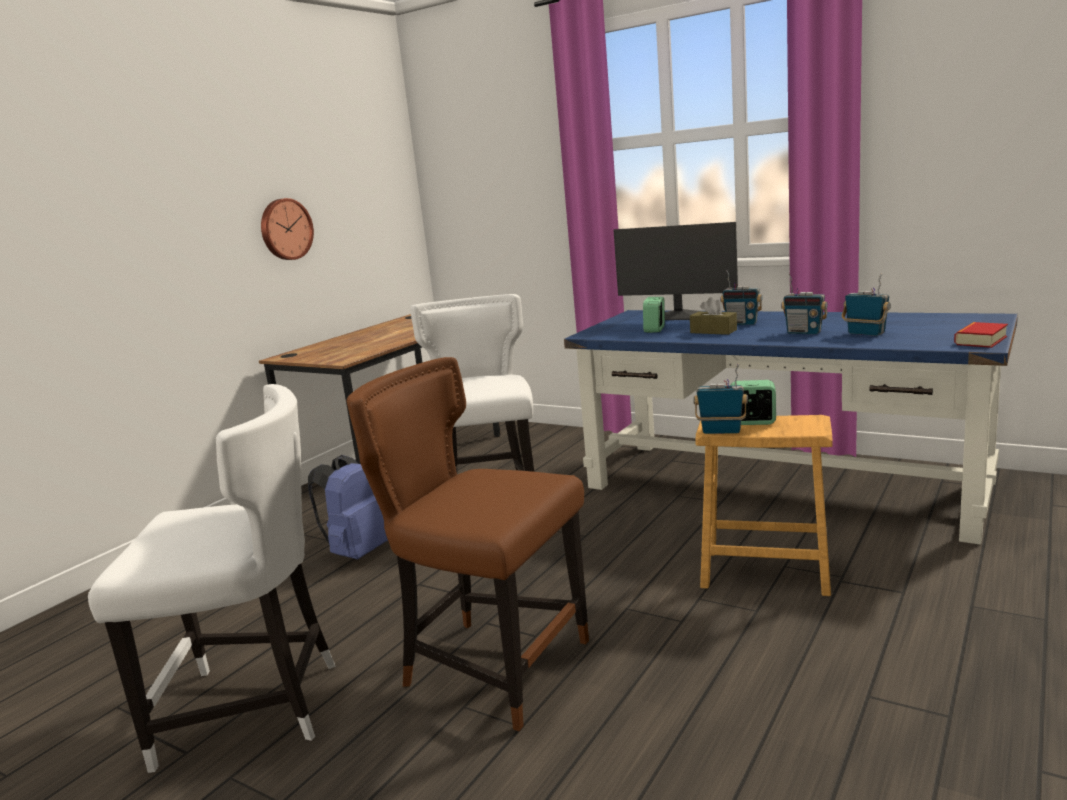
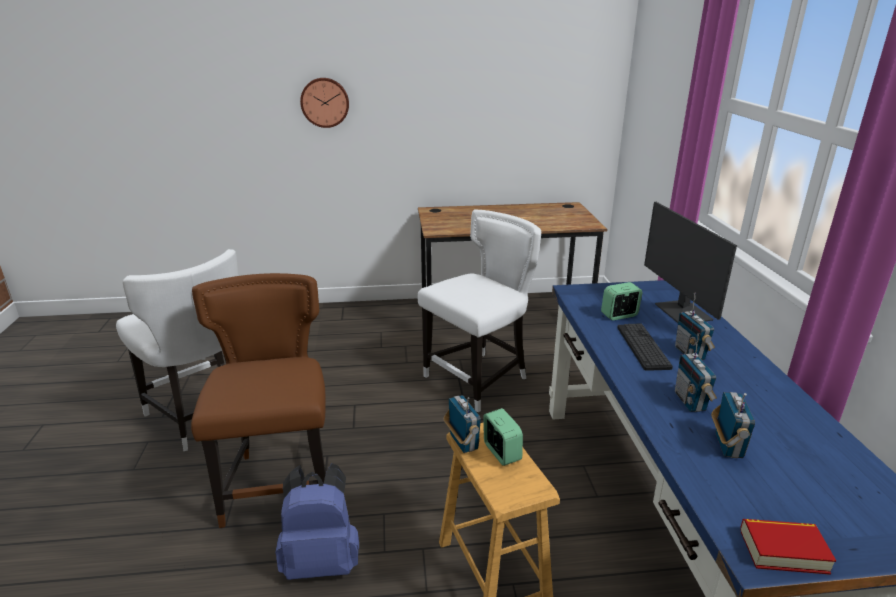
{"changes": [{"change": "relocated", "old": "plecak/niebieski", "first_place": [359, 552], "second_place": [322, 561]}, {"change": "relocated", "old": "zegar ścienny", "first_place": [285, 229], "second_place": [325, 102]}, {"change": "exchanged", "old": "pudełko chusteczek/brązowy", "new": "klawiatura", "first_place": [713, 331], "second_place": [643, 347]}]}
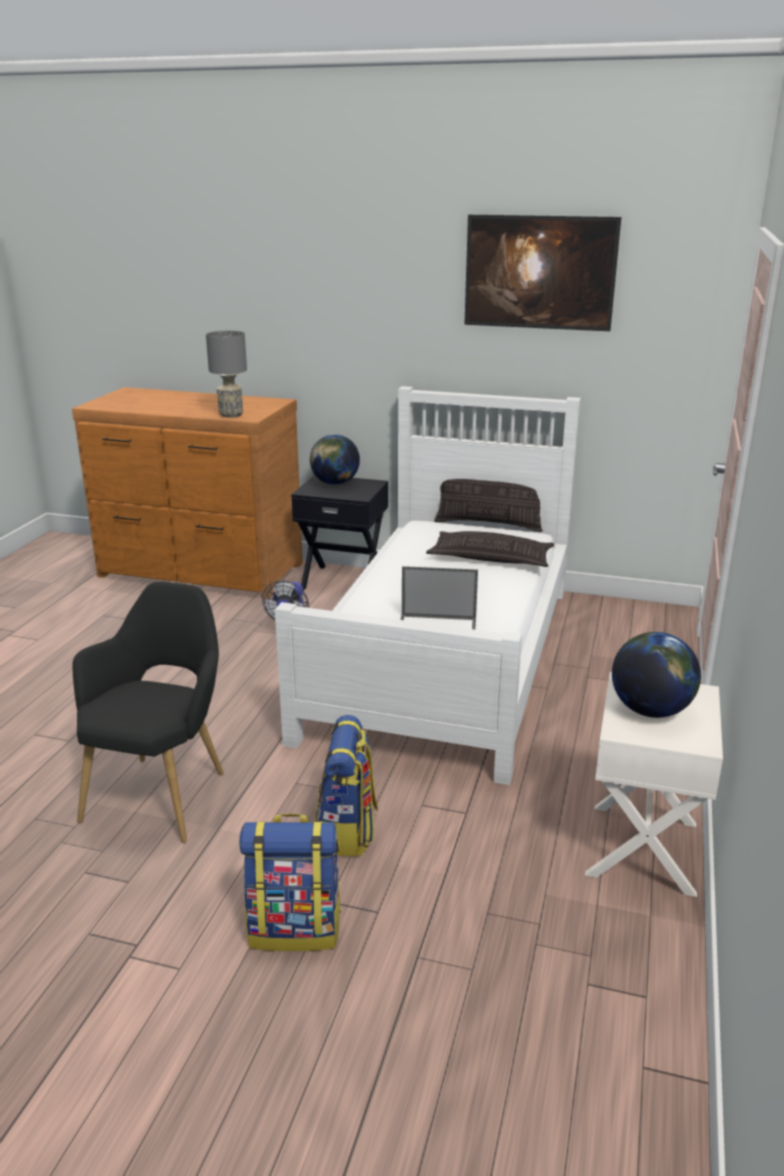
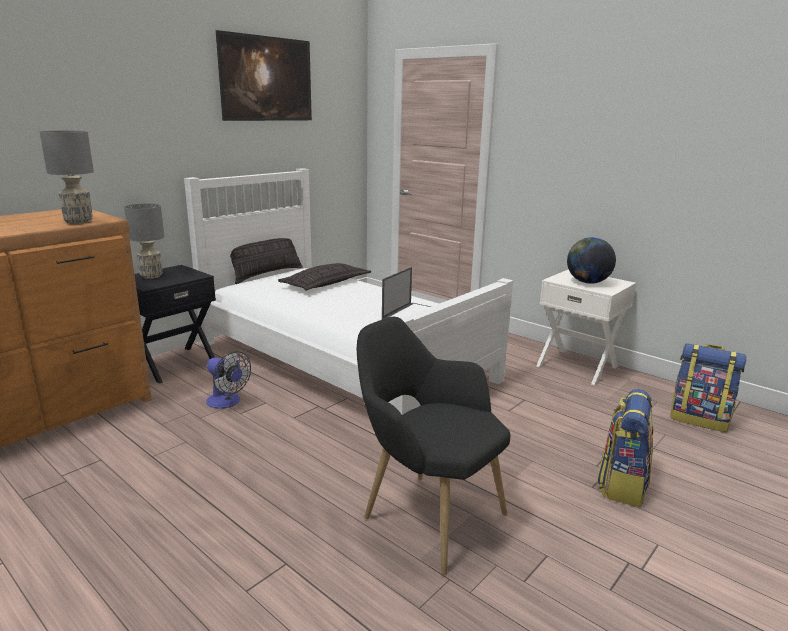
{"changes": [{"change": "exchanged", "old": "globus", "new": "lampa stołowa/szary", "first_place": [335, 483], "second_place": [151, 276]}, {"change": "relocated", "old": "plecak", "first_place": [347, 831], "second_place": [699, 419]}]}
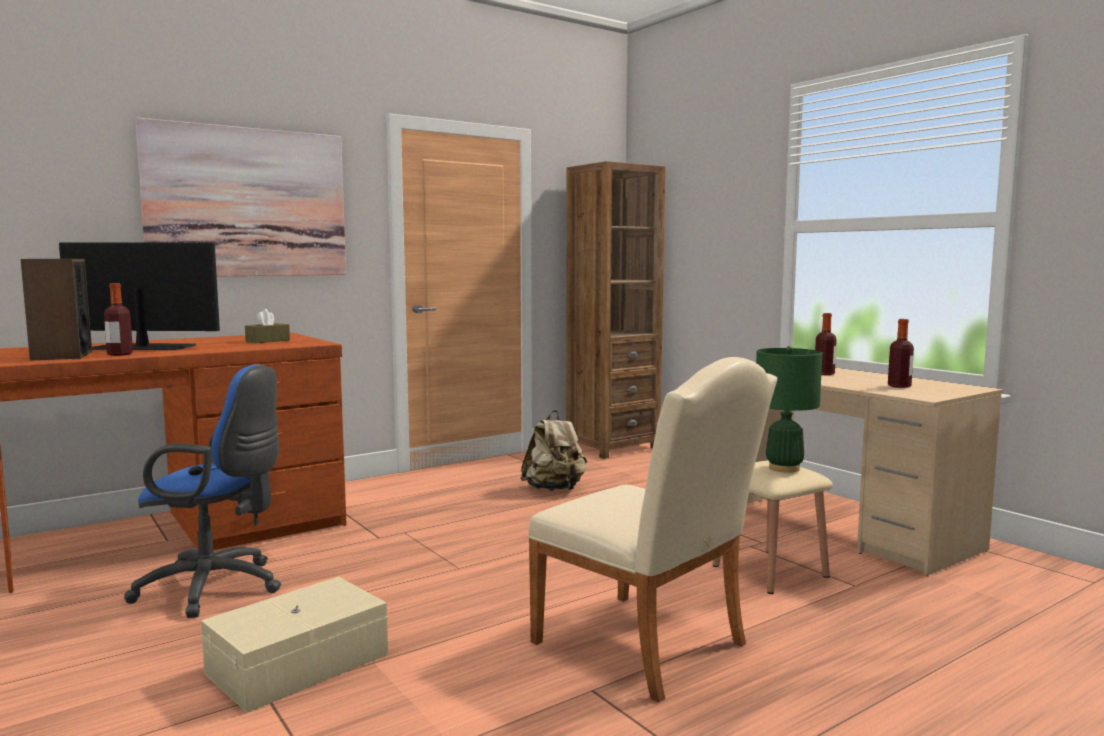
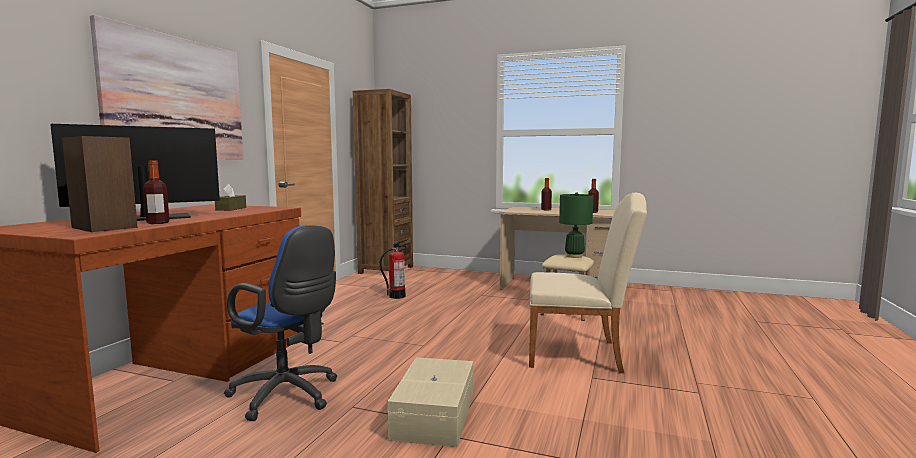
{"changes": [{"change": "spun", "old": "krzesło biurowe/niebieski", "first_place": [217, 588], "second_place": [288, 396], "degrees": 60}, {"change": "exchanged", "old": "plecak/beżowy", "new": "gaśnica", "first_place": [554, 489], "second_place": [397, 296]}]}
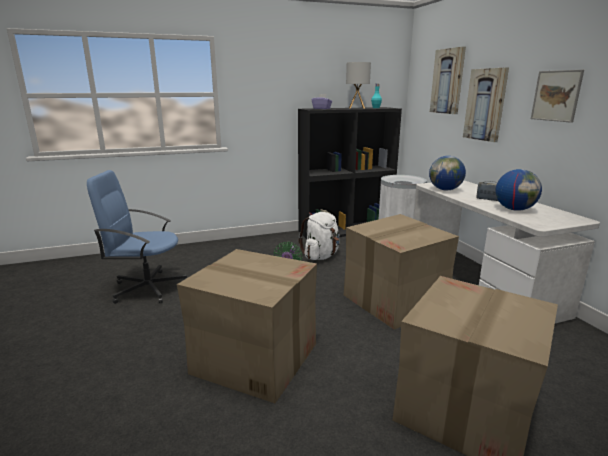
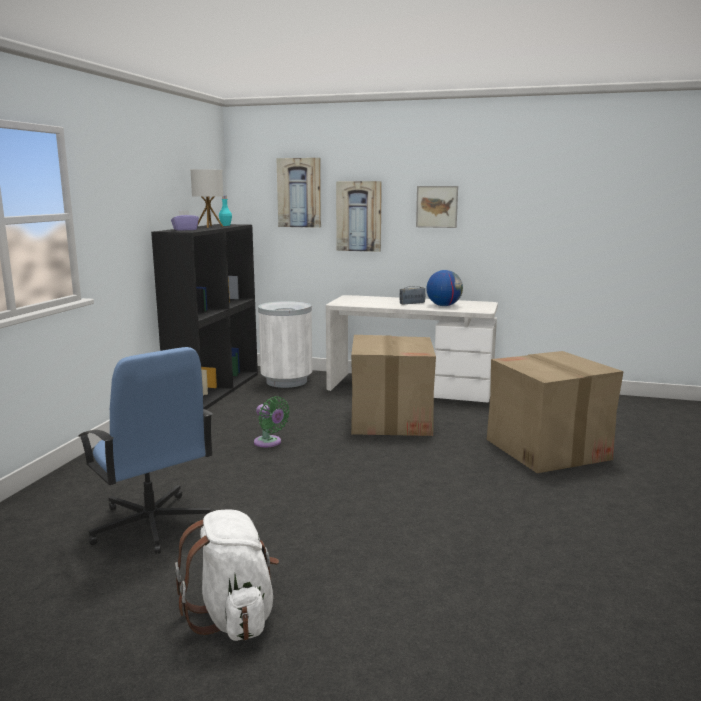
{"changes": [{"change": "spun", "old": "krzesło biurowe/niebieski", "first_place": [147, 288], "second_place": [151, 525], "degrees": -75}, {"change": "relocated", "old": "plecak/biały", "first_place": [321, 256], "second_place": [234, 616]}, {"change": "missing", "old": "karton", "first_place": [254, 358]}, {"change": "missing", "old": "globus", "first_place": [445, 190]}]}
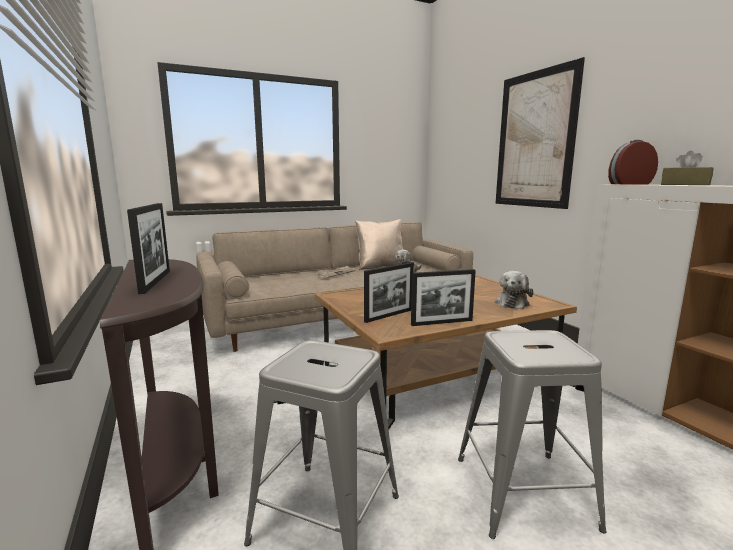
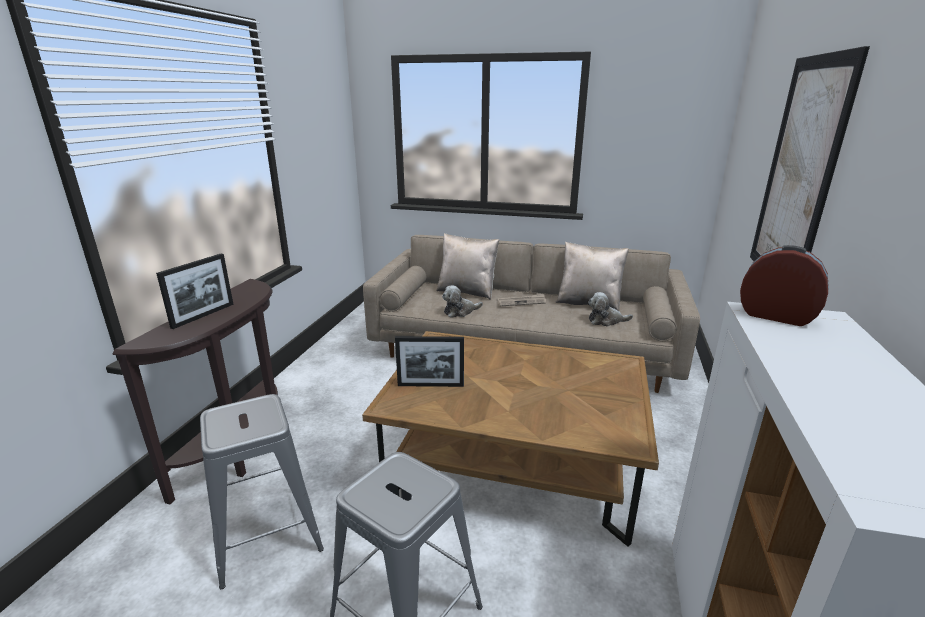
{"changes": [{"change": "appeared", "new": "poduszka/beżowy", "second_place": [467, 291]}, {"change": "relocated", "old": "pluszak", "first_place": [512, 303], "second_place": [460, 312]}, {"change": "missing", "old": "ramka na zdjęcie", "first_place": [442, 322]}, {"change": "missing", "old": "pudełko chusteczek/brązowy", "first_place": [685, 184]}]}
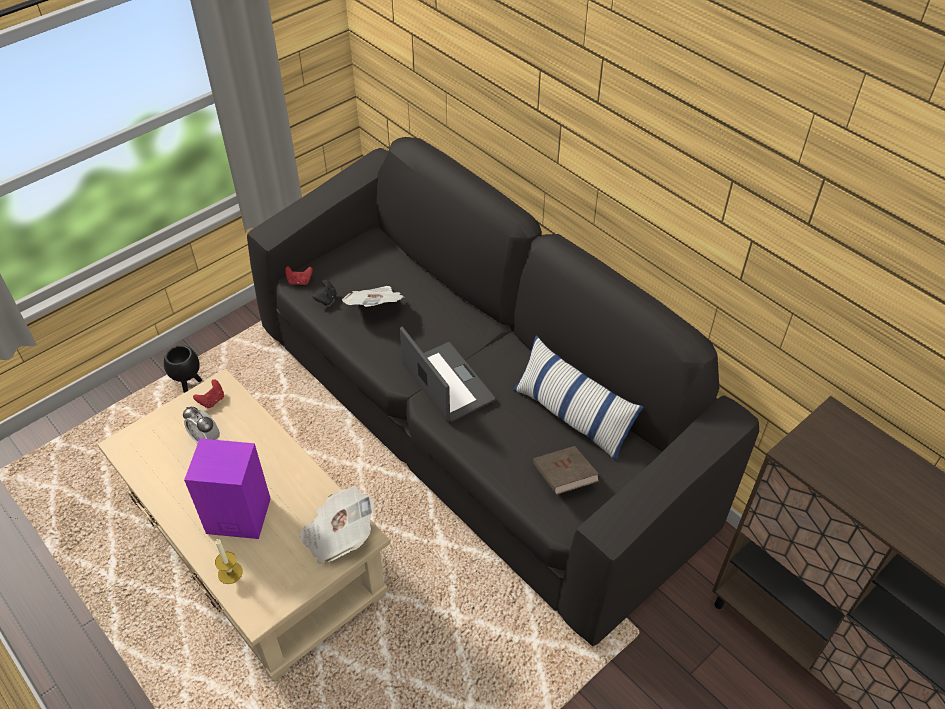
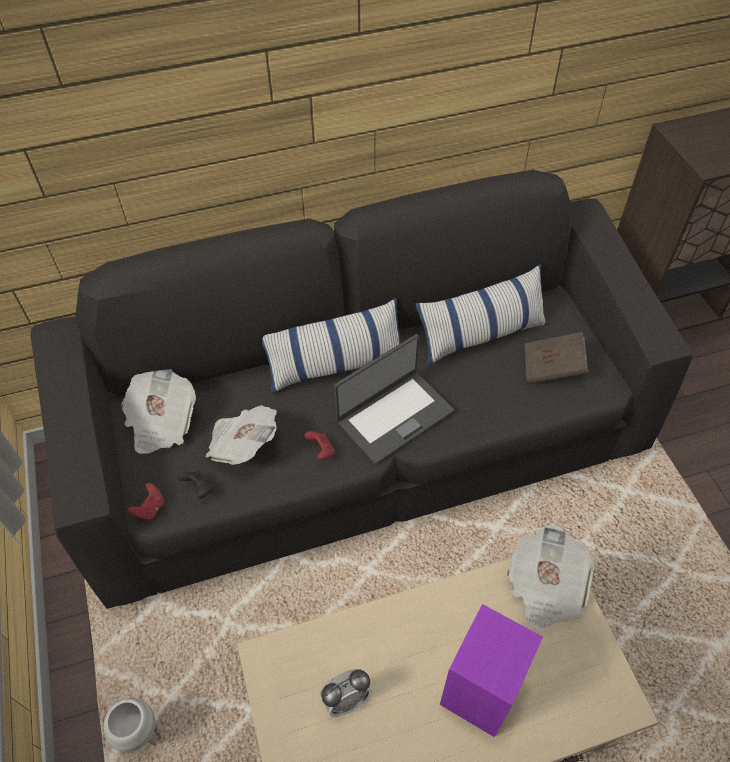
{"changes": [{"change": "colour", "old": "donica/czarny", "new": "donica/biały", "first_place": [189, 385], "second_place": [140, 735]}, {"change": "appeared", "new": "gazeta", "second_place": [161, 422]}, {"change": "appeared", "new": "poduszka", "second_place": [335, 365]}, {"change": "relocated", "old": "pad do gier/czerwony", "first_place": [212, 401], "second_place": [321, 451]}, {"change": "spun", "old": "laptop", "first_place": [447, 383], "second_place": [394, 415], "degrees": 150}, {"change": "missing", "old": "świeca", "first_place": [230, 573]}]}
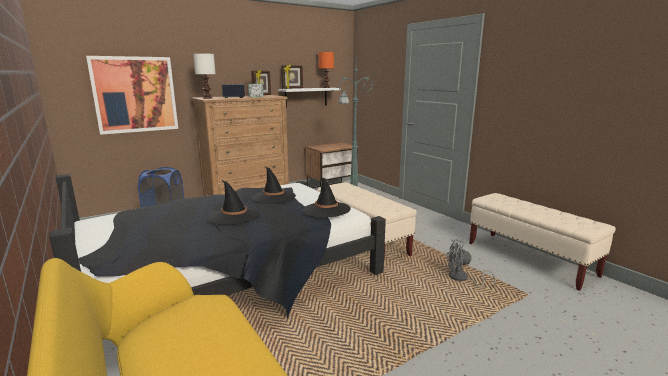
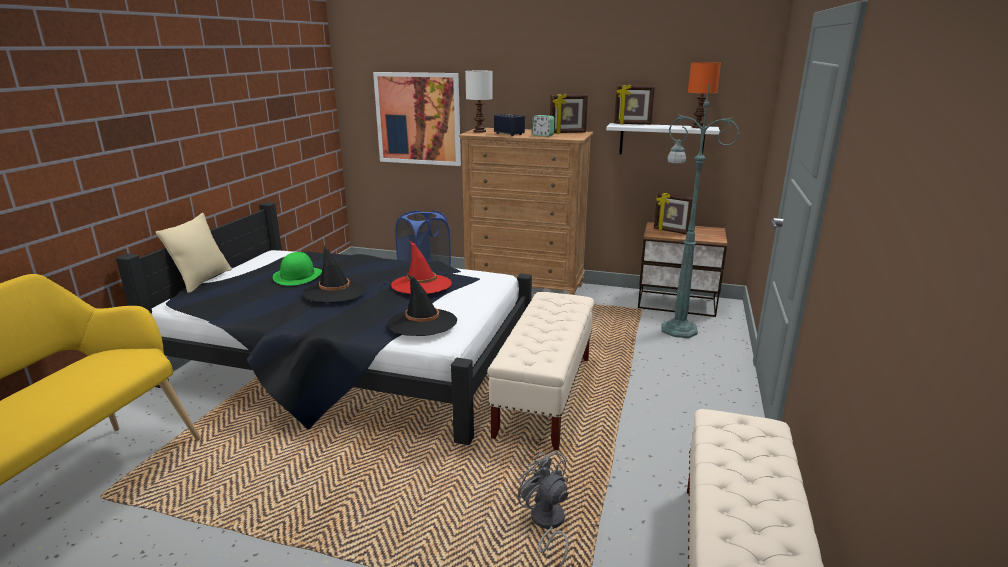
{"changes": [{"change": "appeared", "new": "poduszka/beżowy", "second_place": [203, 280]}, {"change": "appeared", "new": "kapelusz/zielony", "second_place": [297, 276]}, {"change": "colour", "old": "kapelusz/czarny", "new": "kapelusz/czerwony", "first_place": [273, 197], "second_place": [421, 285]}, {"change": "appeared", "new": "ramka na zdjęcie", "second_place": [671, 231]}]}
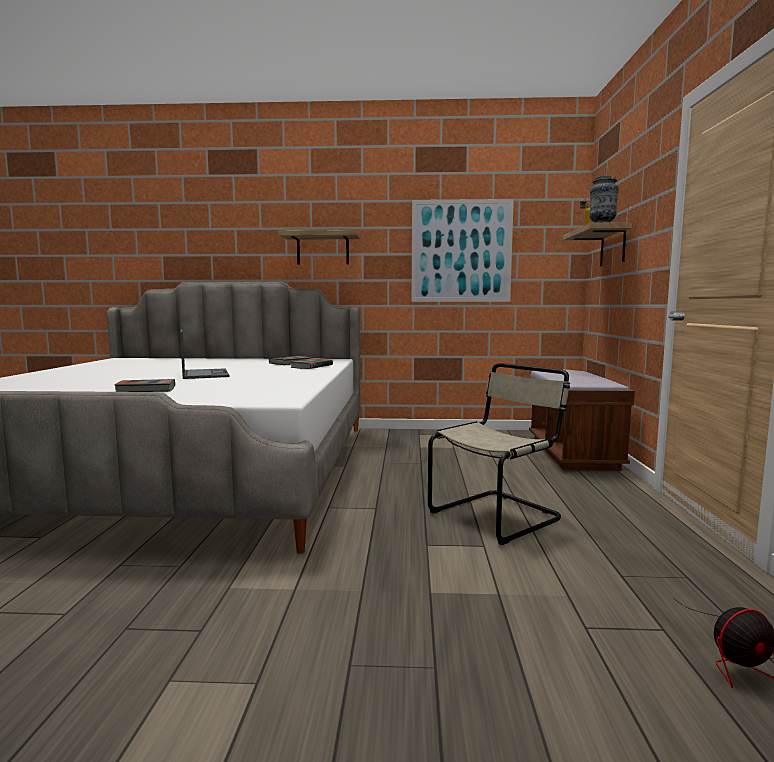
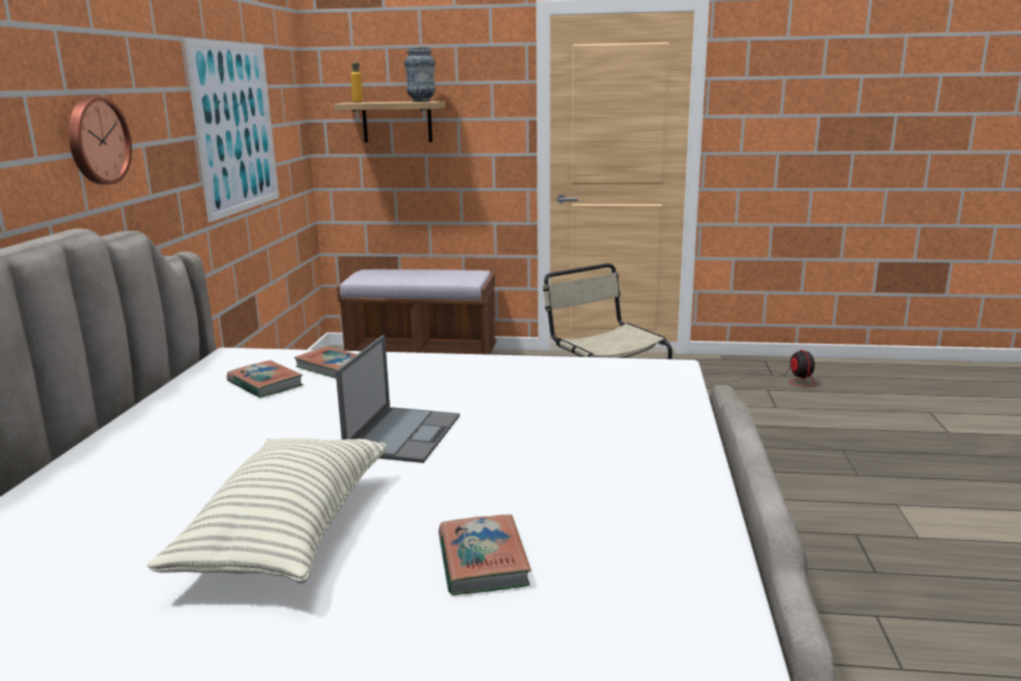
{"changes": [{"change": "exchanged", "old": "półka", "new": "zegar ścienny", "first_place": [323, 249], "second_place": [96, 141]}, {"change": "appeared", "new": "poduszka", "second_place": [287, 532]}, {"change": "spun", "old": "laptop", "first_place": [205, 374], "second_place": [404, 434], "degrees": 120}, {"change": "relocated", "old": "książka", "first_place": [146, 390], "second_place": [482, 560]}]}
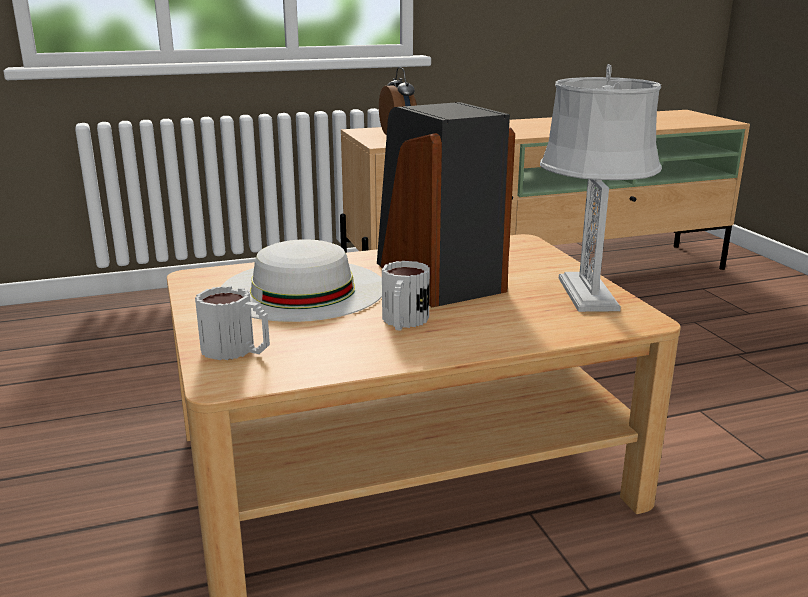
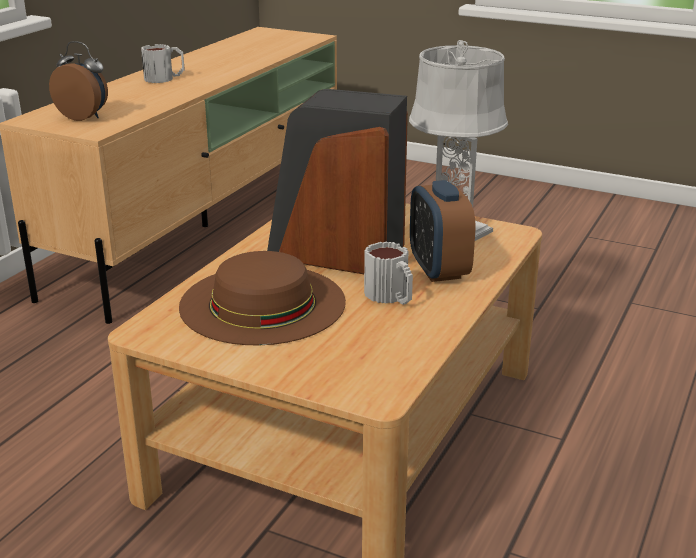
{"changes": [{"change": "relocated", "old": "kubek", "first_place": [237, 351], "second_place": [165, 78]}, {"change": "colour", "old": "kapelusz/biały", "new": "kapelusz/brązowy", "first_place": [303, 289], "second_place": [262, 303]}, {"change": "appeared", "new": "budzik", "second_place": [438, 269]}]}
